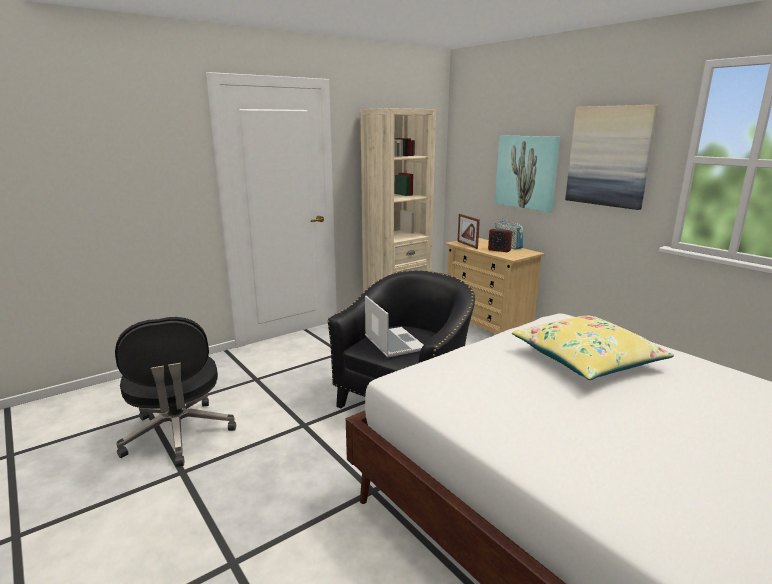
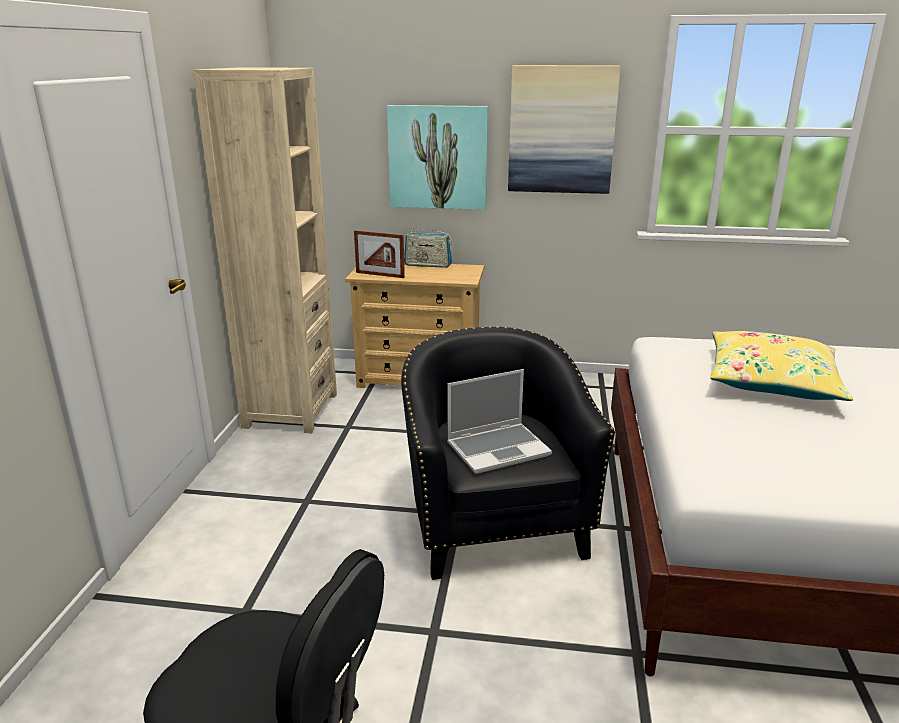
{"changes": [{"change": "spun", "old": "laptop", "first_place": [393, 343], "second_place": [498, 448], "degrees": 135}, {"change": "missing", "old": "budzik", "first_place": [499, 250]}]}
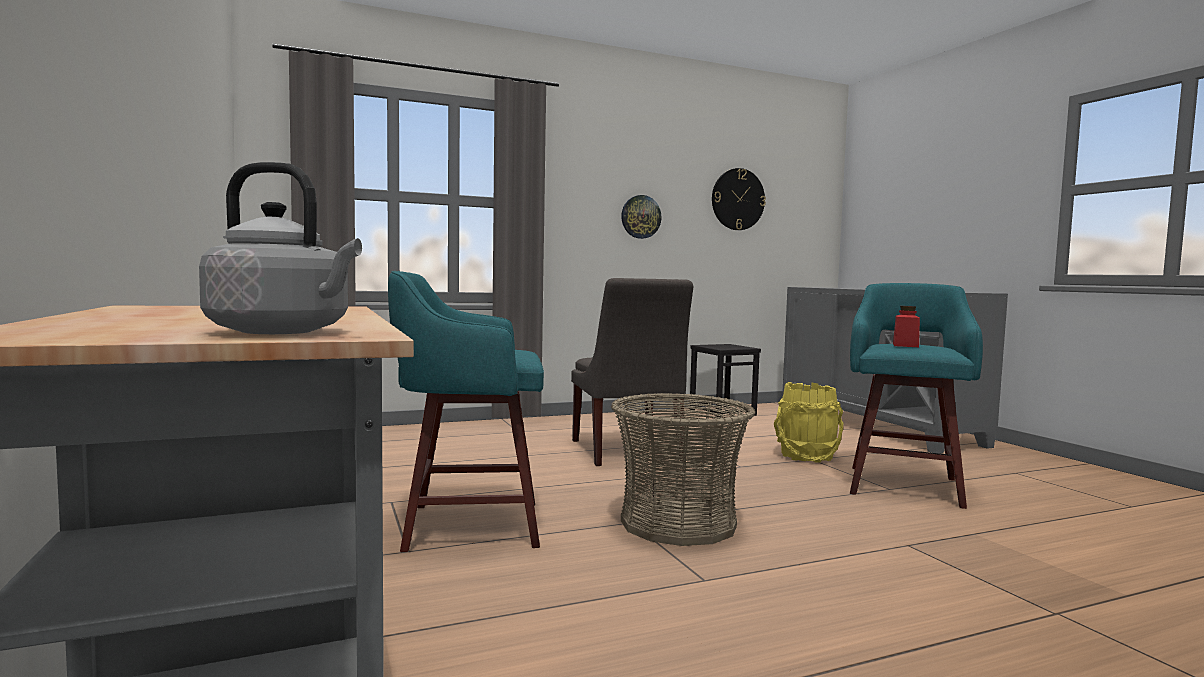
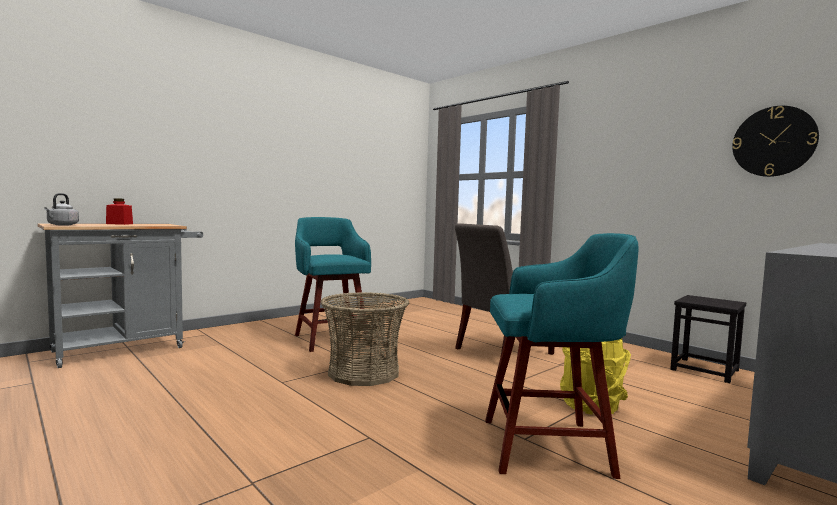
{"changes": [{"change": "relocated", "old": "słoik/czerwony", "first_place": [905, 345], "second_place": [119, 224]}, {"change": "missing", "old": "zegar ścienny", "first_place": [640, 217]}]}
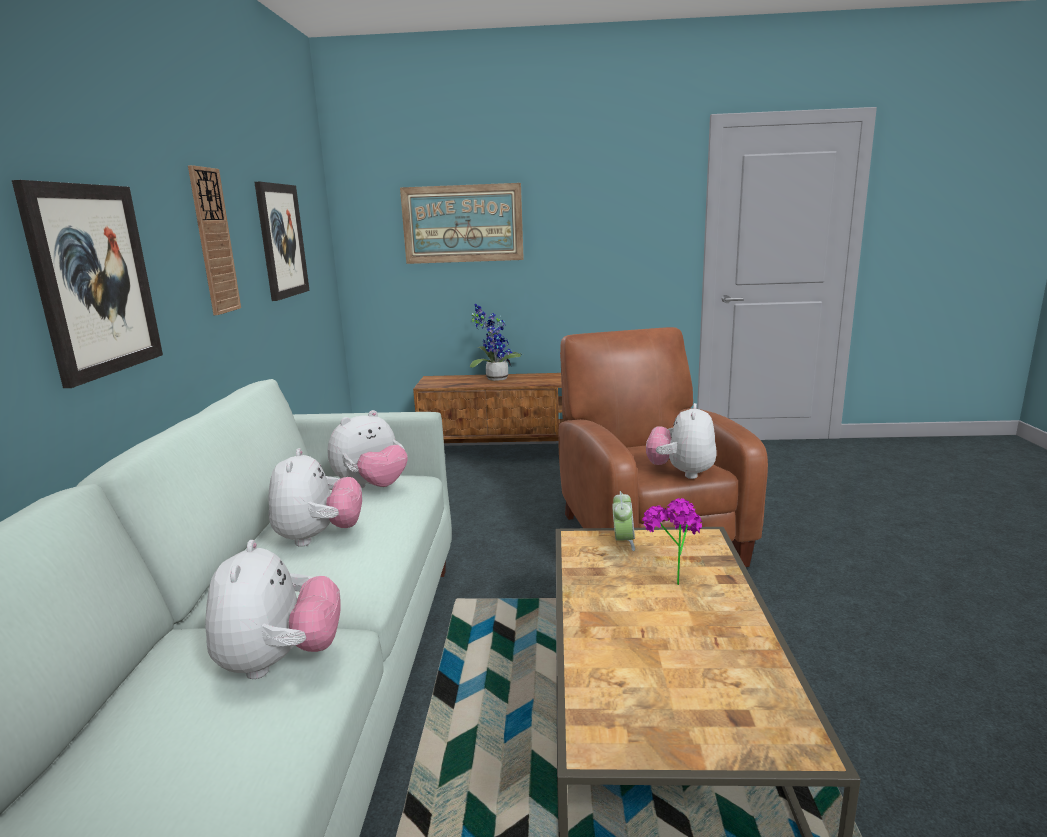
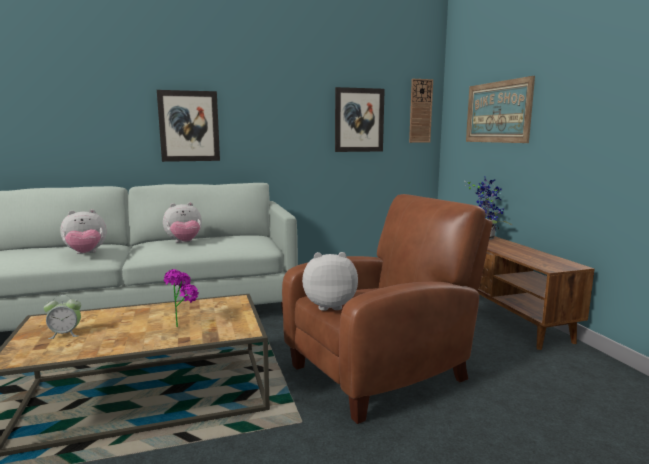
{"changes": [{"change": "relocated", "old": "budzik", "first_place": [623, 542], "second_place": [65, 334]}, {"change": "relocated", "old": "zegar ścienny", "first_place": [214, 241], "second_place": [420, 111]}, {"change": "missing", "old": "pluszak", "first_place": [372, 487]}]}
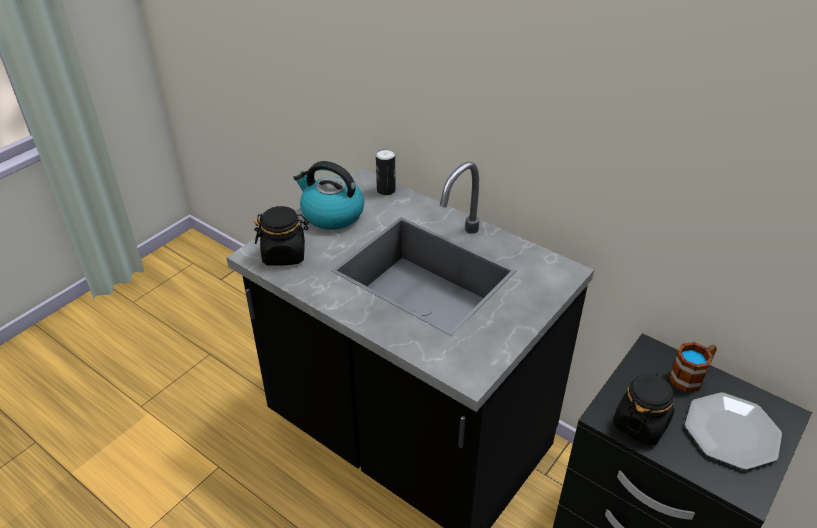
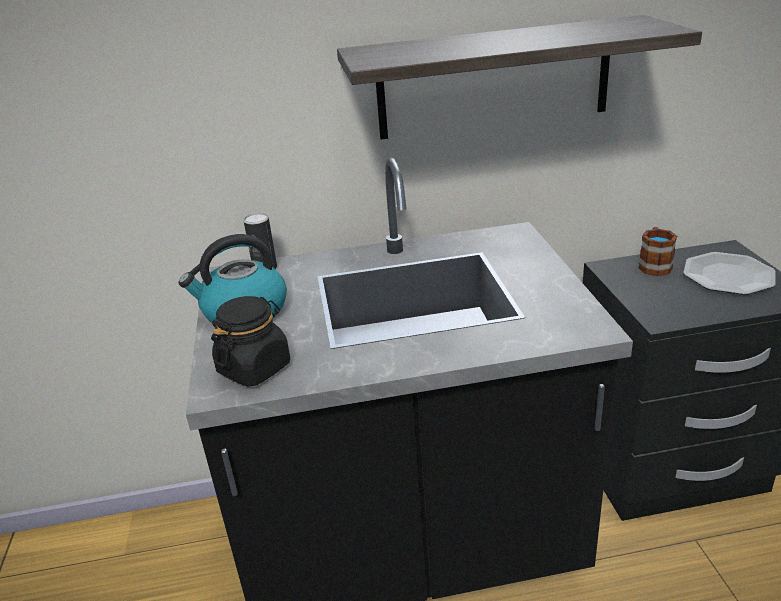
{"changes": [{"change": "appeared", "new": "półka", "second_place": [494, 79]}, {"change": "missing", "old": "słoik/czarny", "first_place": [640, 424]}]}
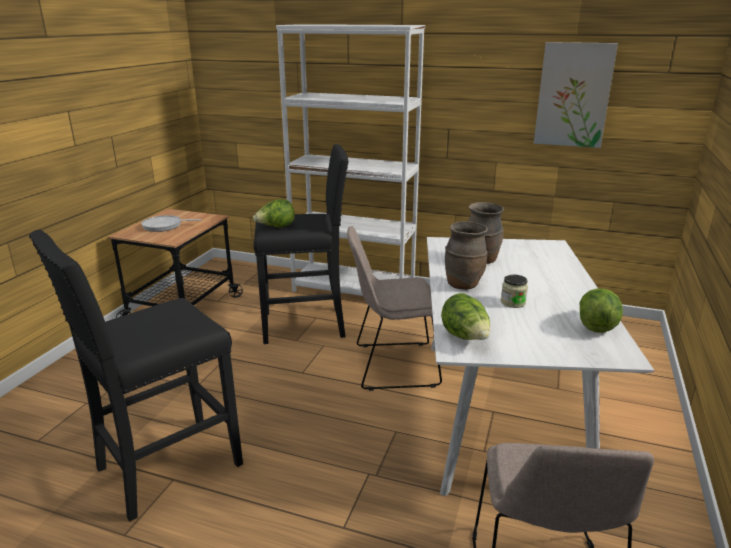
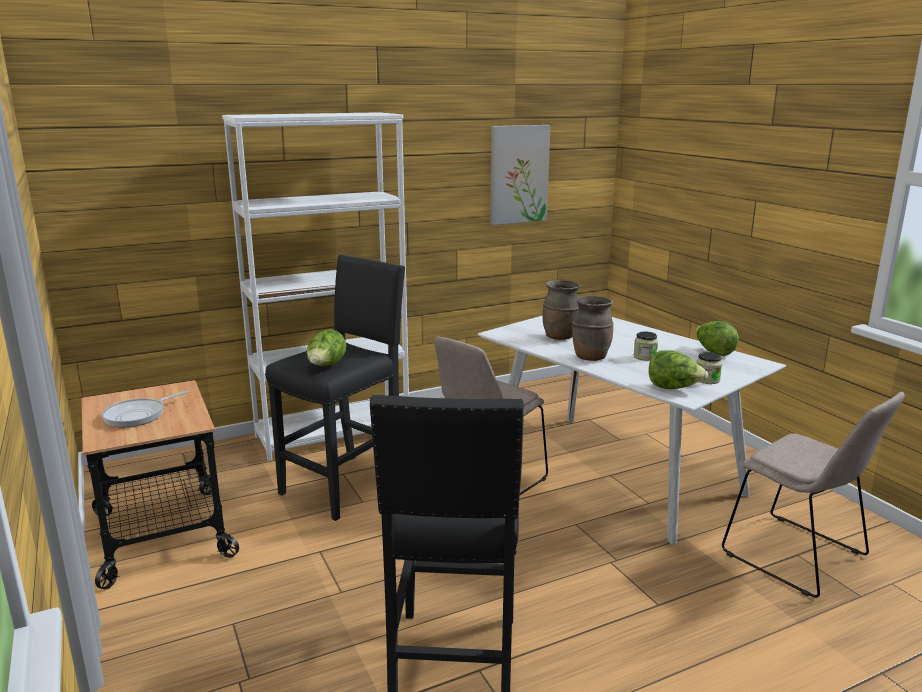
{"changes": [{"change": "appeared", "new": "słoik", "second_place": [707, 380]}]}
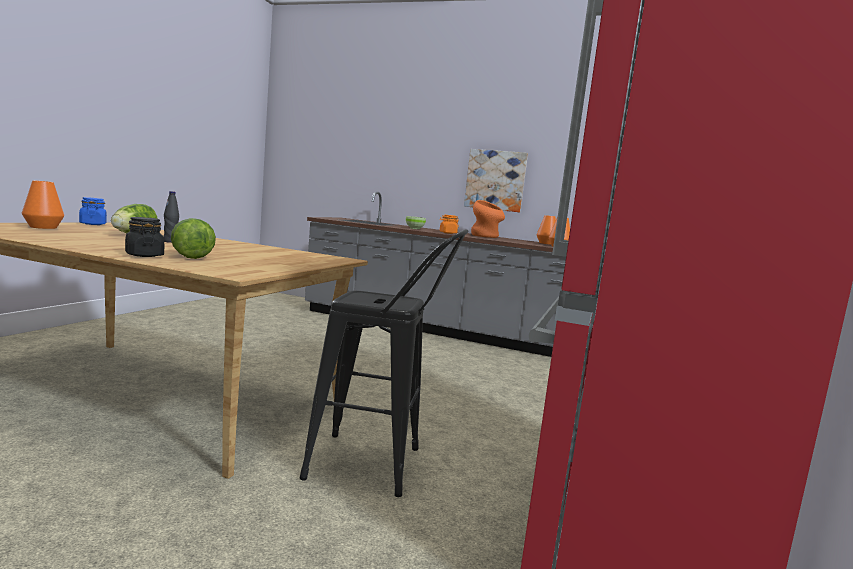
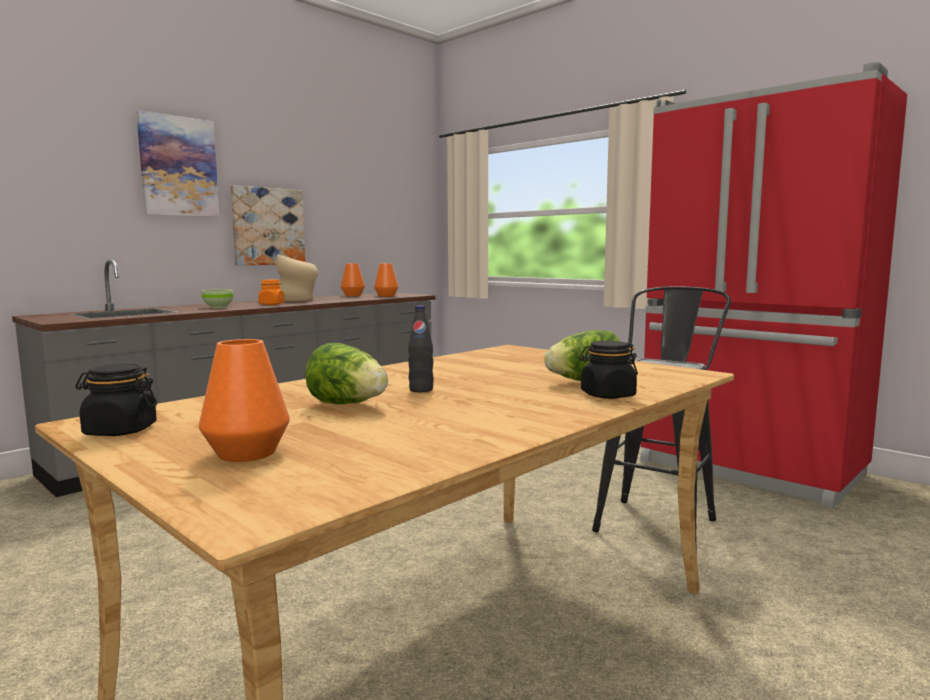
{"changes": [{"change": "colour", "old": "słoik/niebieski", "new": "słoik/czarny", "first_place": [93, 224], "second_place": [120, 431]}, {"change": "appeared", "new": "obraz", "second_place": [178, 167]}, {"change": "colour", "old": "wazon/pomarańczowy", "new": "wazon/beżowy", "first_place": [486, 236], "second_place": [298, 300]}]}
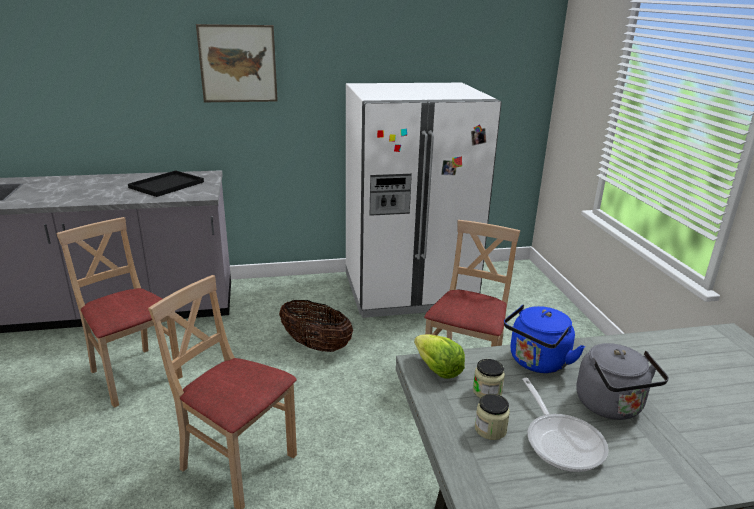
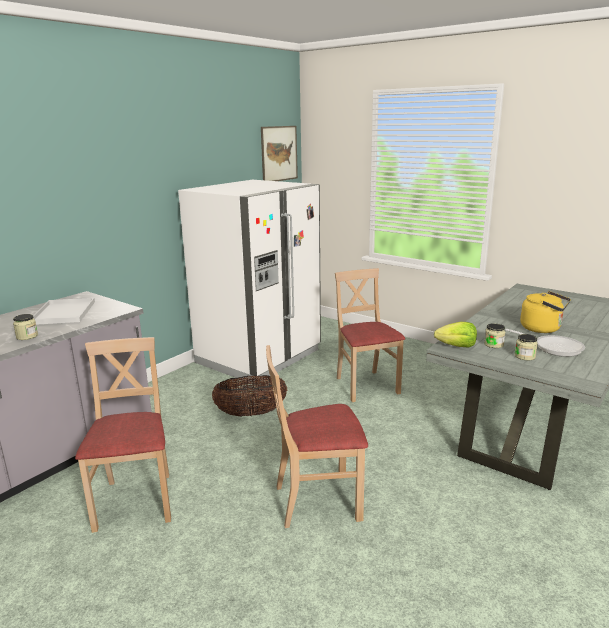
{"changes": [{"change": "appeared", "new": "słoik", "second_place": [27, 336]}, {"change": "colour", "old": "taca/czarny", "new": "taca/biały", "first_place": [167, 184], "second_place": [63, 312]}, {"change": "spun", "old": "krzesło/beżowy", "first_place": [134, 375], "second_place": [136, 501], "degrees": 75}, {"change": "relocated", "old": "obraz", "first_place": [238, 64], "second_place": [279, 153]}, {"change": "colour", "old": "czajnik/szary", "new": "czajnik/żółty", "first_place": [611, 406], "second_place": [543, 329]}, {"change": "missing", "old": "czajnik/niebieski", "first_place": [537, 363]}]}
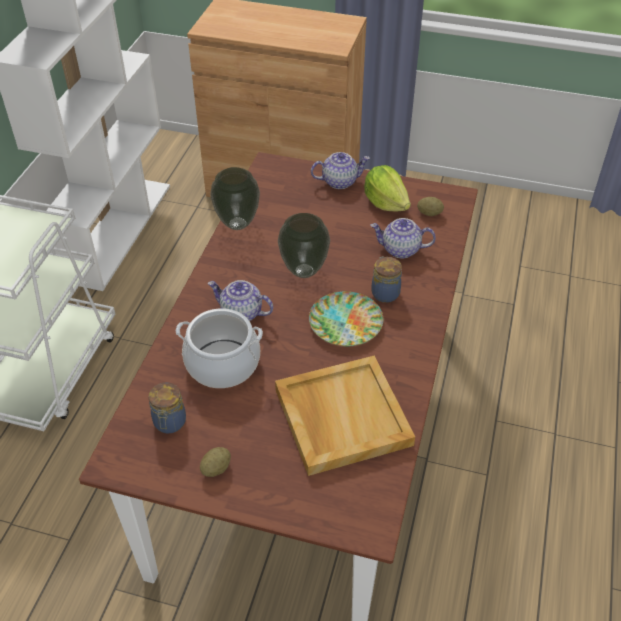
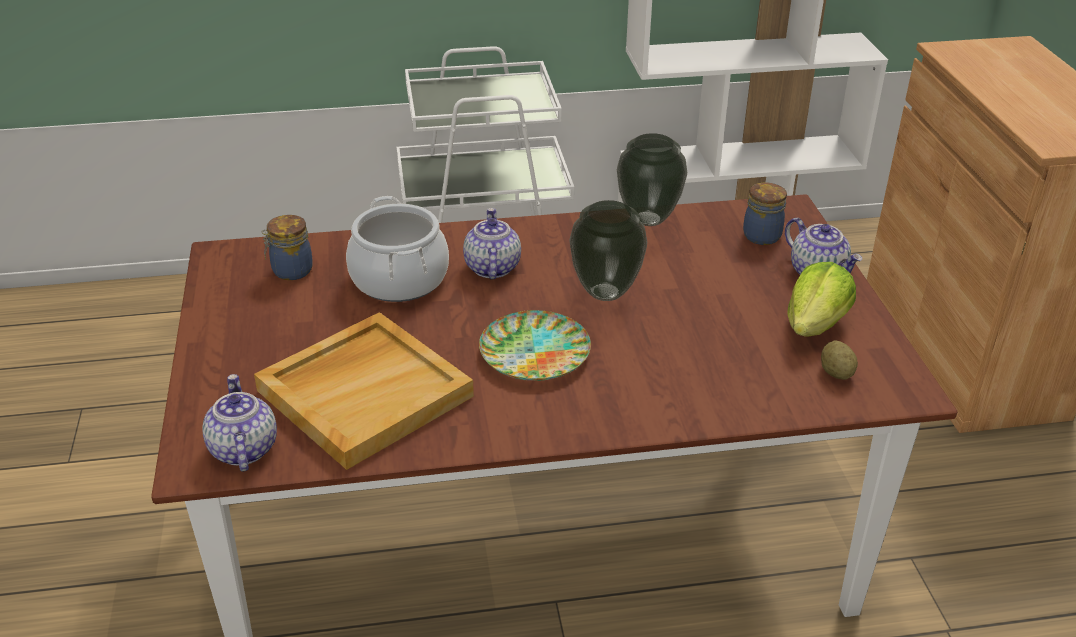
{"changes": [{"change": "relocated", "old": "imbryk", "first_place": [400, 250], "second_place": [242, 449]}, {"change": "relocated", "old": "słoik", "first_place": [384, 292], "second_place": [763, 235]}, {"change": "missing", "old": "ziemniak", "first_place": [216, 468]}]}
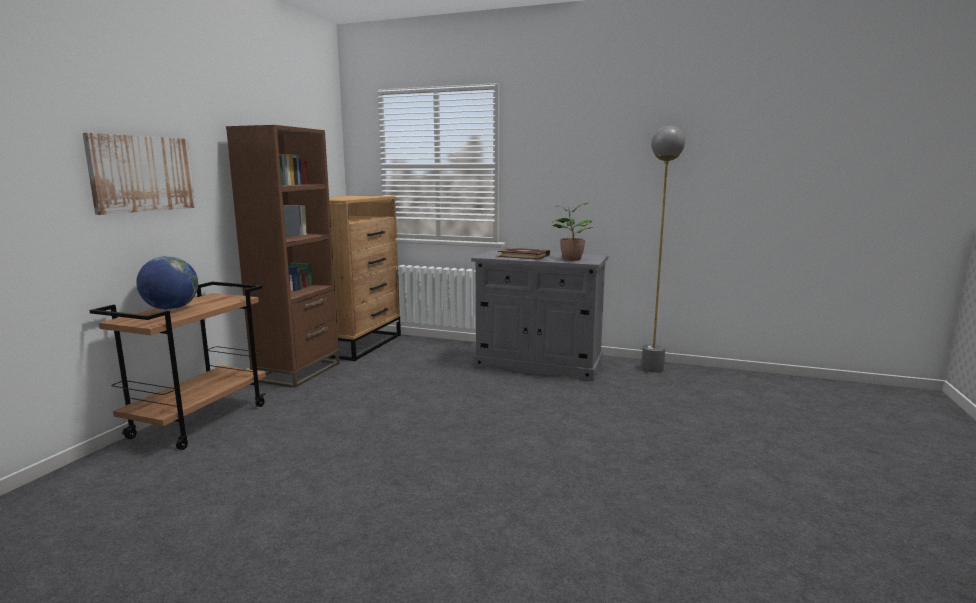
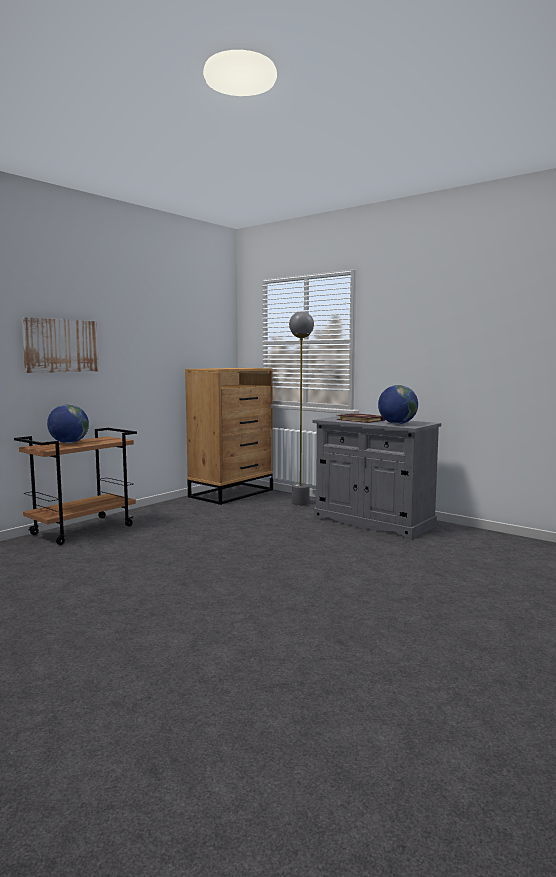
{"changes": [{"change": "relocated", "old": "lampa stojąca/szary", "first_place": [652, 369], "second_place": [300, 503]}, {"change": "exchanged", "old": "roślina doniczkowa", "new": "globus", "first_place": [570, 259], "second_place": [397, 424]}, {"change": "missing", "old": "regał/brązowy", "first_place": [297, 372]}]}
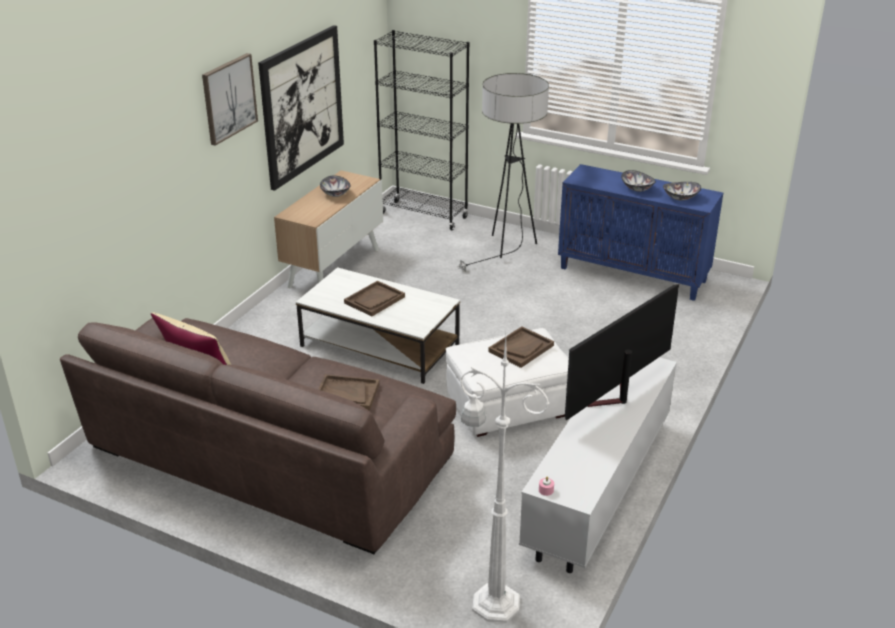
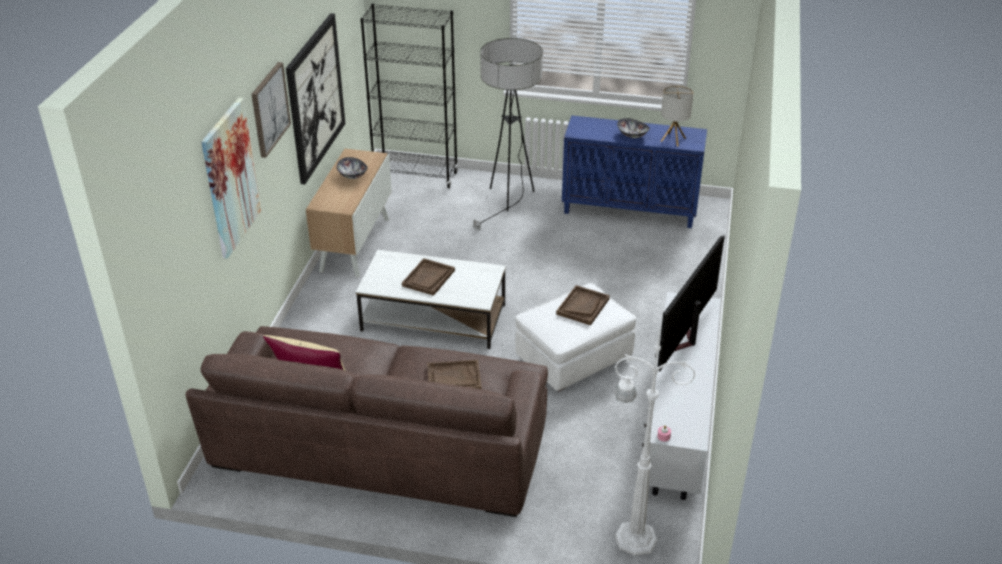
{"changes": [{"change": "appeared", "new": "obraz", "second_place": [230, 178]}, {"change": "exchanged", "old": "miska", "new": "lampa stołowa", "first_place": [680, 197], "second_place": [673, 139]}]}
